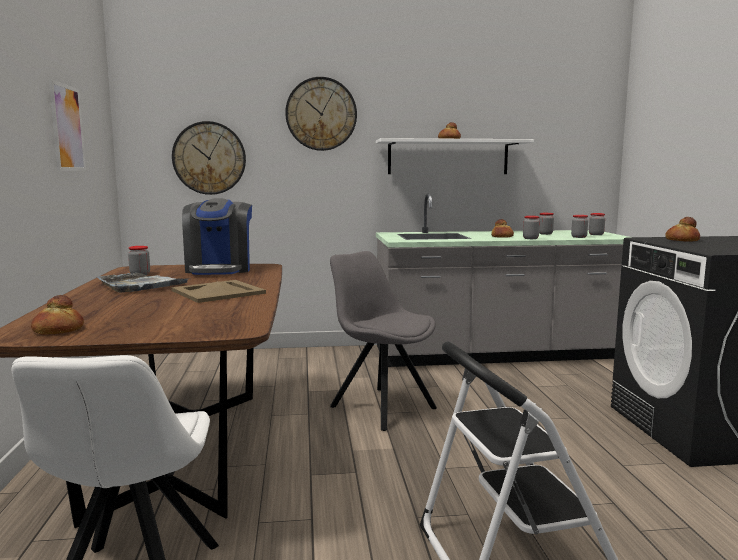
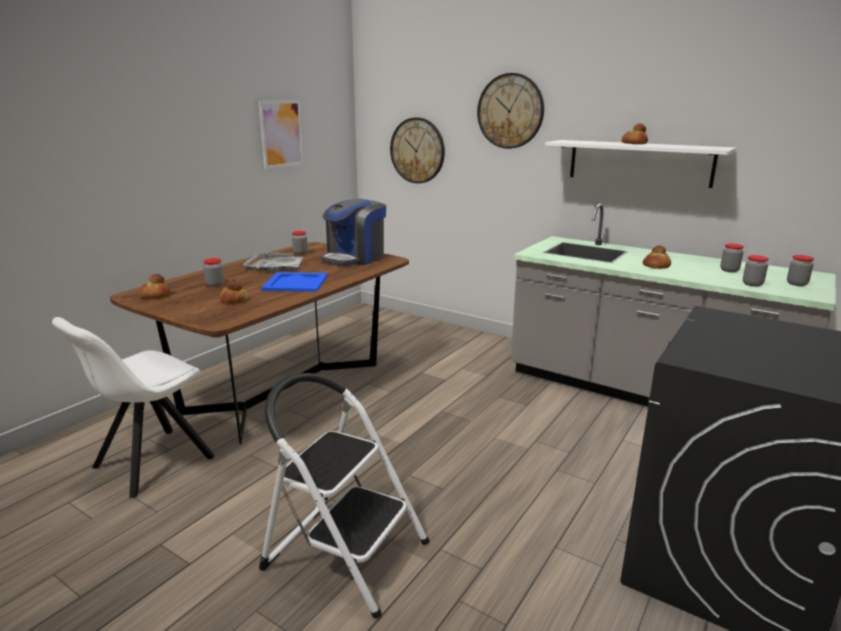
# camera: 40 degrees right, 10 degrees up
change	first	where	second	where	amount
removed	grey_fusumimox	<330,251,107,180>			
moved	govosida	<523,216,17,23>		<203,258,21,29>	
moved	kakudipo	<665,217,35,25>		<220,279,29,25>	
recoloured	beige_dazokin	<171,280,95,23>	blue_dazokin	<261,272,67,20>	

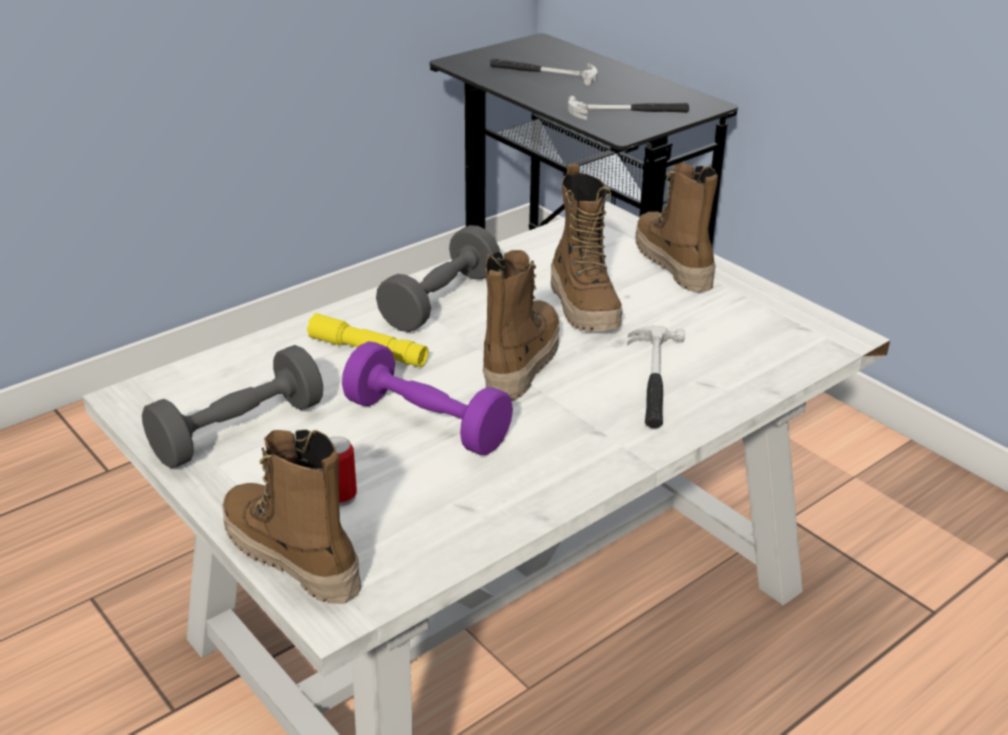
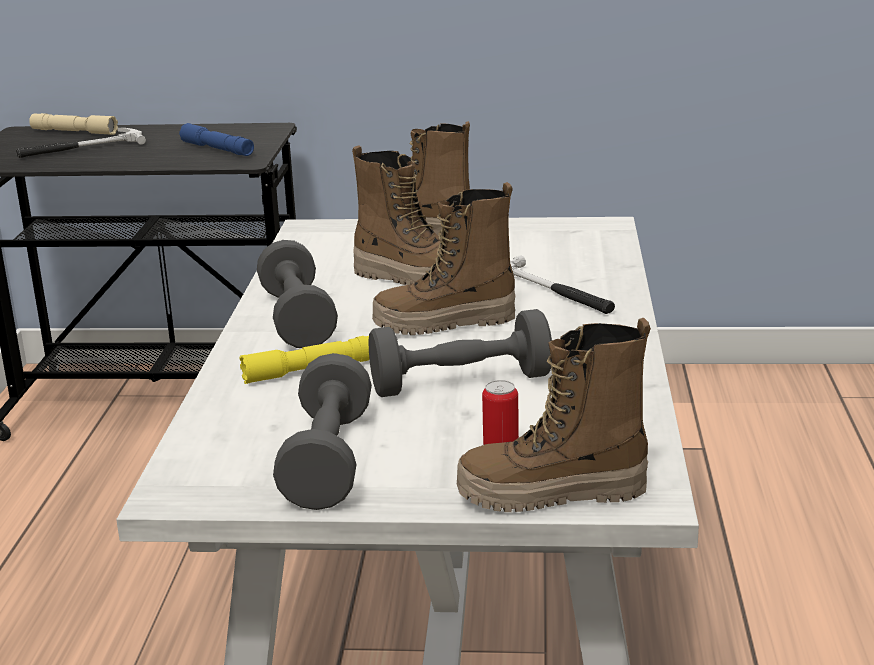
# camera: 45 degrees left, 10 degrees down
change	first	where	second	where	amount
added			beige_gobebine	<29,113,89,22>	
replaced	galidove	<568,96,121,24>	blue_gobebine	<179,123,75,33>	
recoloured	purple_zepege	<342,341,171,114>	grey_zepege	<369,309,183,88>	
turned	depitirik	<483,250,77,151>		<372,182,144,153>	75 degrees counterclockwise

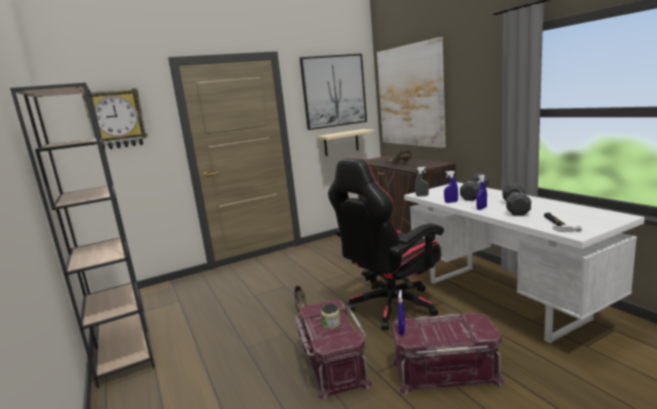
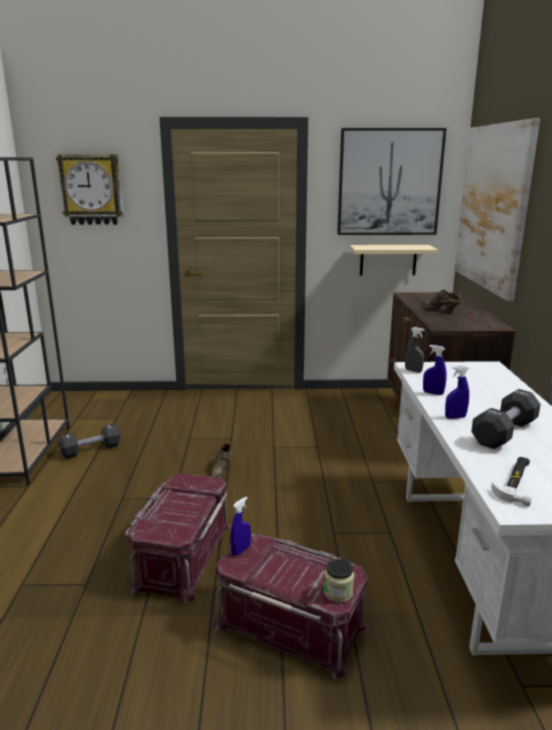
# camera: 25 degrees right, 5 degrees up
change	first	where	second	where	amount
removed	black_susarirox	<328,157,116,173>			
moved	govosida	<321,303,20,26>		<324,558,30,45>	
moved	black_zepege	<460,173,29,28>		<59,424,62,34>	

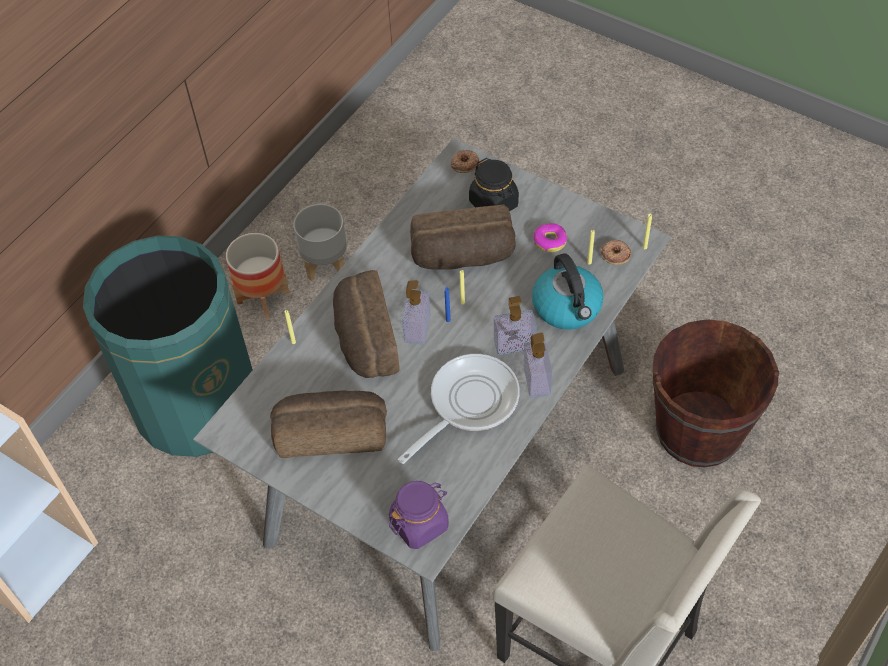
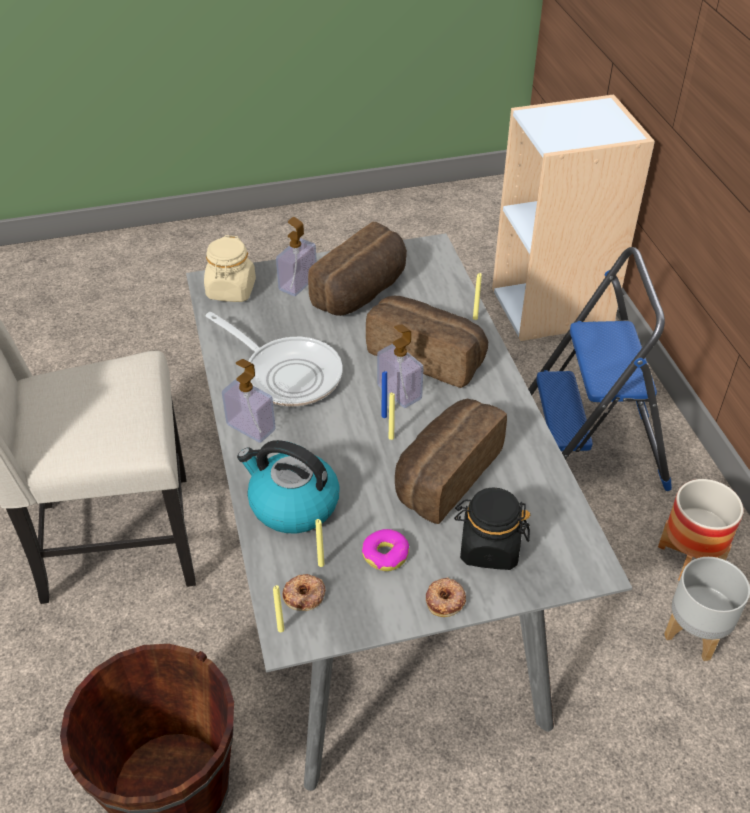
# camera: 130 degrees right, 10 degrees down
change	first	where	second	where	amount
moved	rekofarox	<451,150,28,23>		<426,577,40,40>	
moved	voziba	<494,296,43,59>		<276,217,41,79>	
replaced	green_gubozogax	<83,235,170,222>	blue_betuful	<528,247,144,244>	
recoloured	purple_govosida	<389,481,60,68>	beige_govosida	<204,235,52,67>	
turned	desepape	<398,354,122,110>		<205,312,137,95>	45 degrees counterclockwise

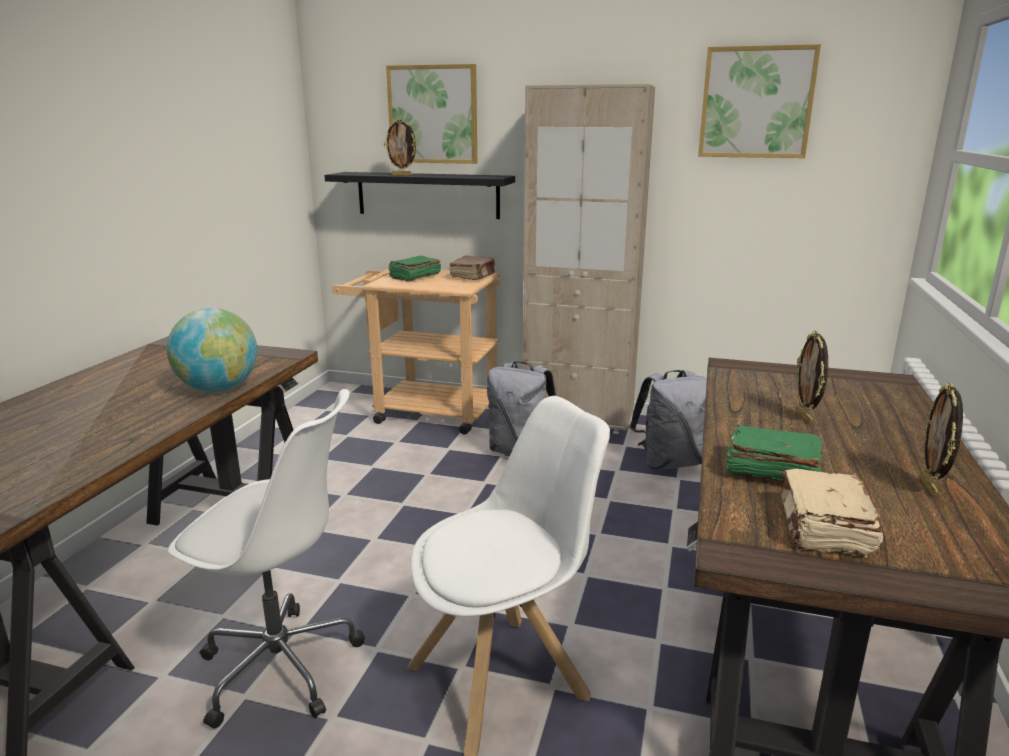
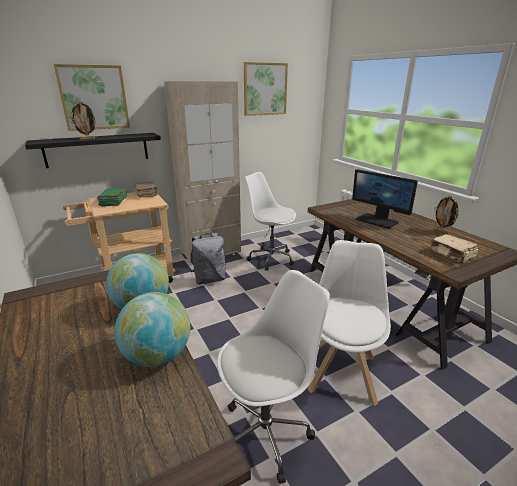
# camera: 45 degrees left, 5 degrees up
change	first	where	second	where	amount
removed	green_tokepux	<724,425,98,57>			
added			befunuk	<114,292,76,75>	
replaced	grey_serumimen	<629,370,78,100>	white_susarirox	<245,172,51,99>	
replaced	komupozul	<796,330,32,94>	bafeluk	<352,169,66,60>	

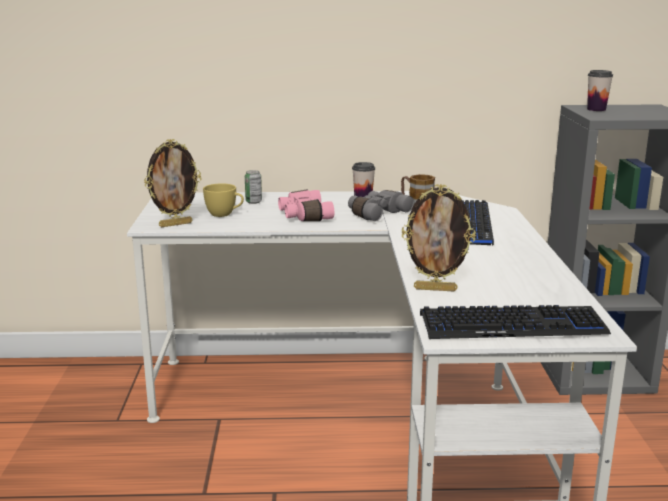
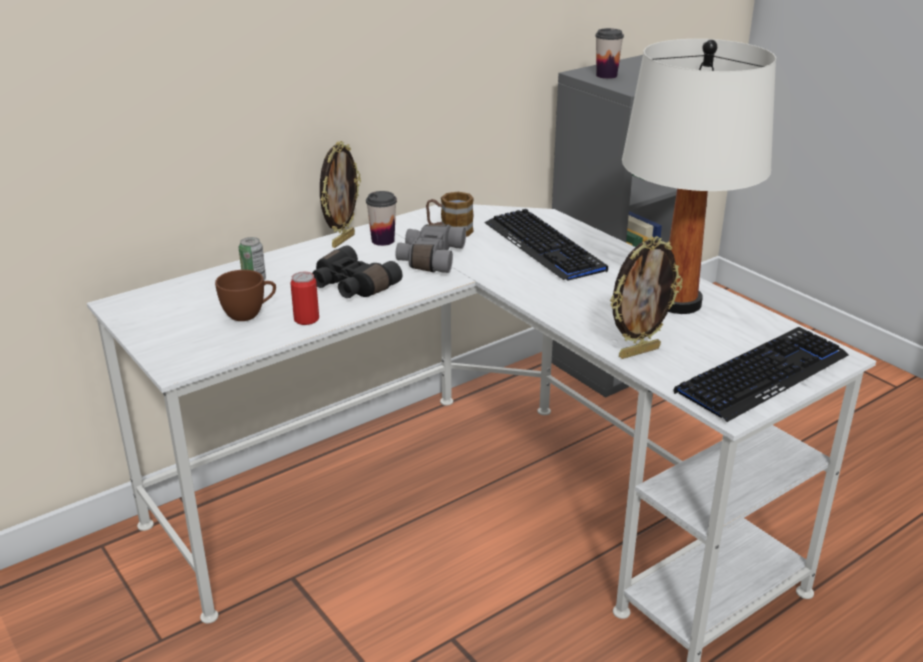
# camera: 35 degrees left, 10 degrees up
change	first	where	second	where	amount
added			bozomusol	<290,272,29,53>	
added			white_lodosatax	<622,39,154,275>	
moved	komupozul	<144,139,57,88>		<320,141,41,107>	
recoloured	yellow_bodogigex	<203,183,41,34>	brown_bodogigex	<215,270,61,51>	
recoloured	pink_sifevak	<278,189,56,32>	black_sifevak	<312,245,90,53>	

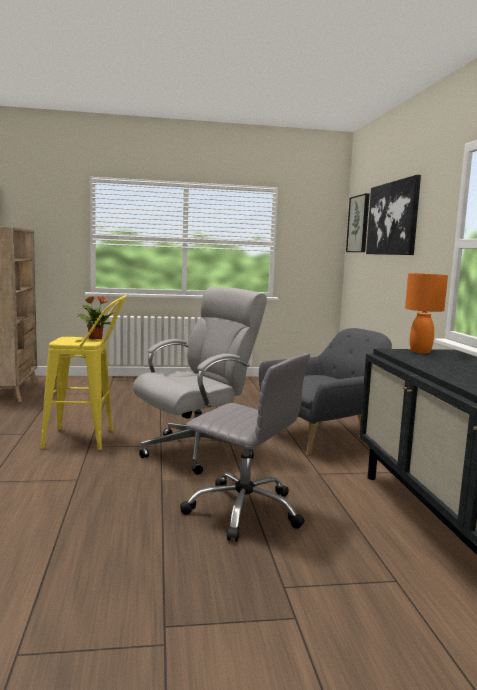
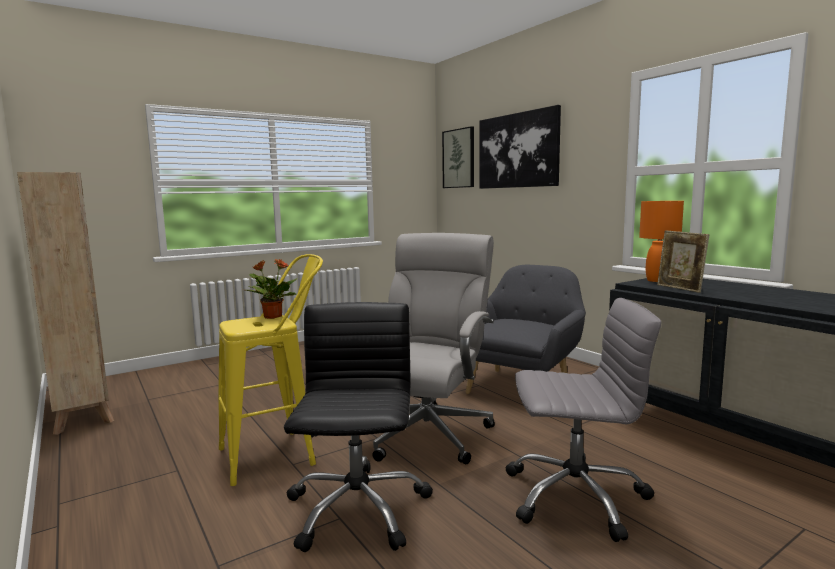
# camera: 25 degrees left, 0 degrees up
change	first	where	second	where	amount
added			black_susarirox	<284,302,149,250>	
added			komupozul	<657,230,52,63>	

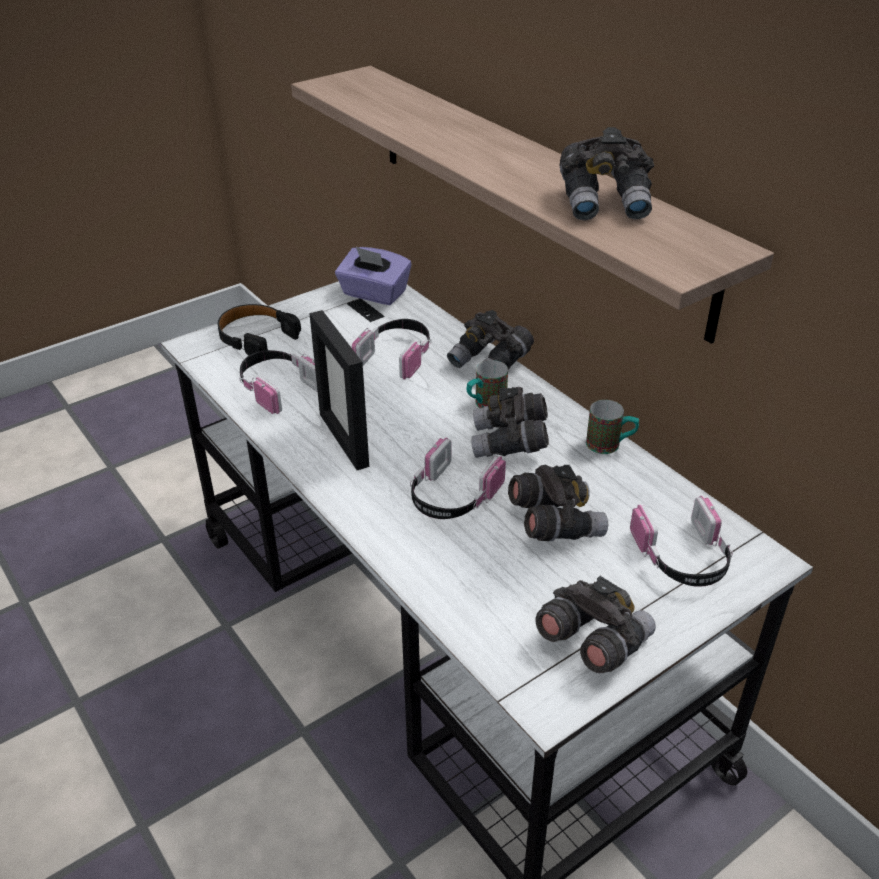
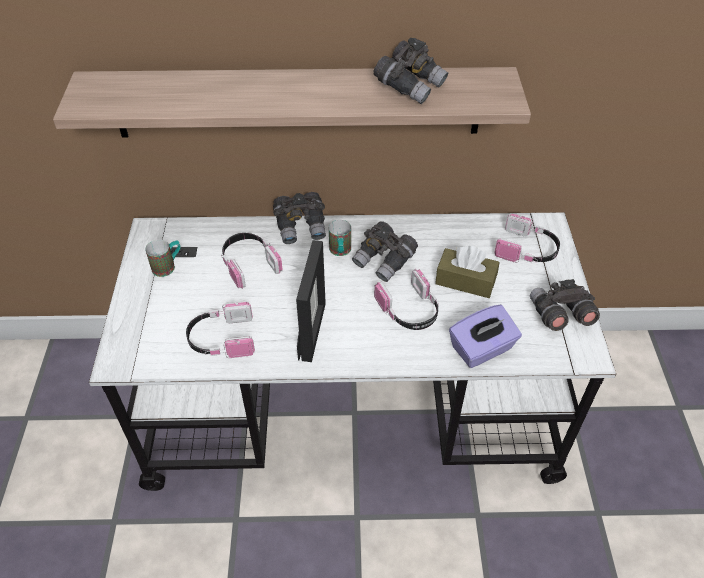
# camera: 55 degrees left, 10 degrees up
change	first	where	second	where	amount
removed	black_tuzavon	<218,304,83,52>			
moved	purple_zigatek	<335,247,76,58>		<449,305,73,63>	
moved	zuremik	<586,400,53,54>		<145,240,36,37>	
replaced	grey_sifevak	<508,465,100,76>	brown_zigatek	<435,246,64,52>	
turned	komupozul	<310,310,59,160>		<296,240,30,122>	90 degrees counterclockwise

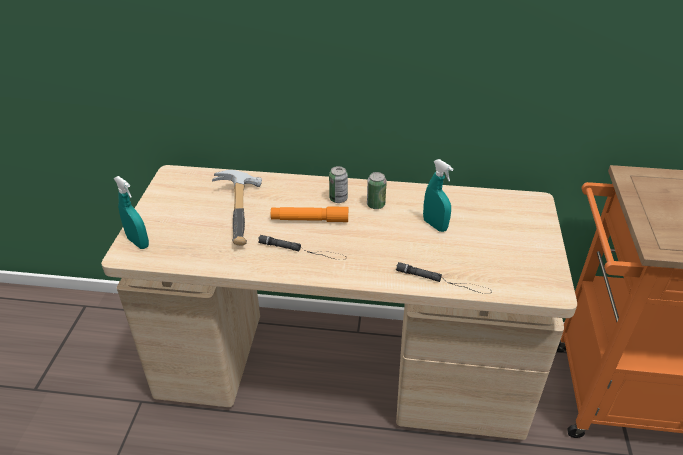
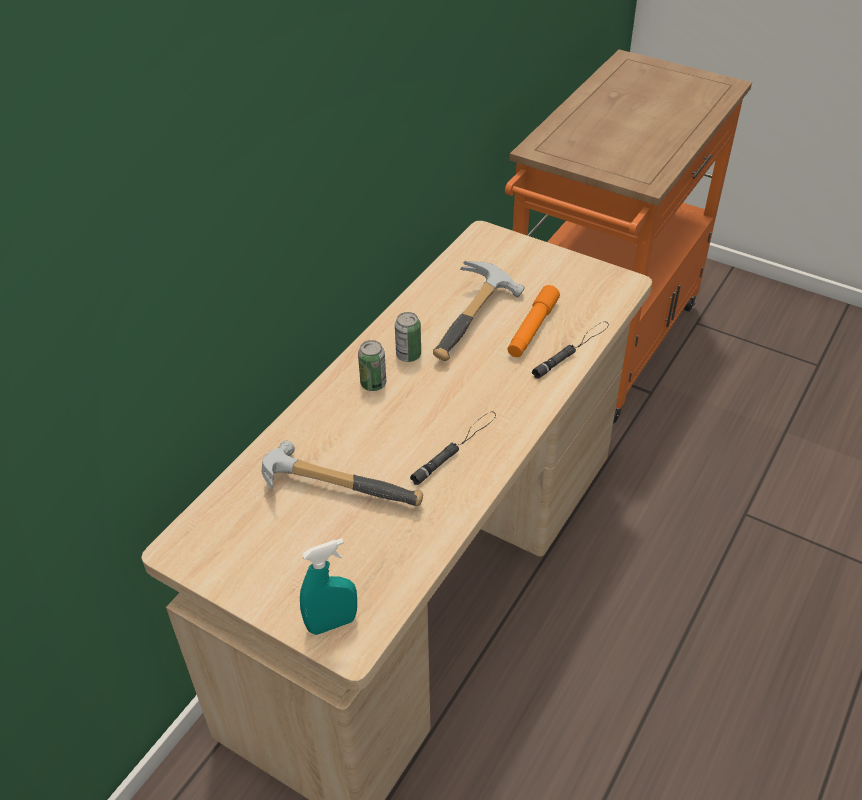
# camera: 65 degrees left, 5 degrees up
change	first	where	second	where	amount
moved	orange_gobebine	<271,206,77,16>		<507,285,53,72>	
replaced	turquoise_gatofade	<423,159,30,73>	galidove	<433,261,92,100>	

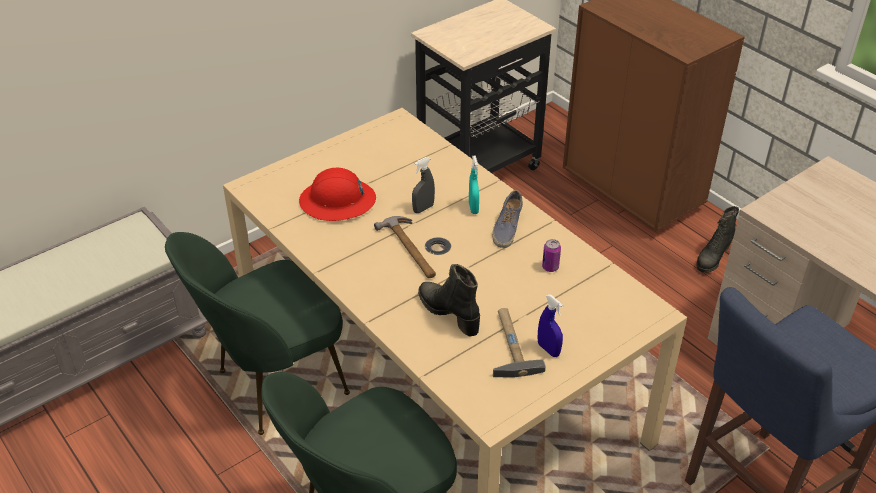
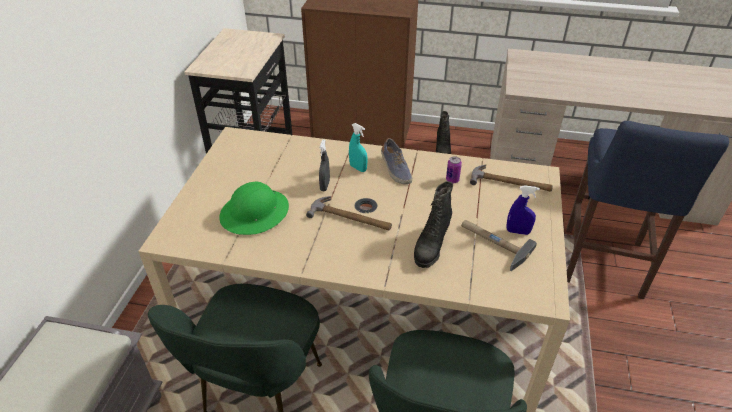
# camera: 40 degrees left, 0 degrees up
change	first	where	second	where	amount
added			galidove	<470,165,83,27>	
recoloured	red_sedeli	<299,168,77,53>	green_sedeli	<219,182,70,53>	
turned	black_depitirik	<418,264,62,73>		<414,181,39,87>	75 degrees counterclockwise

